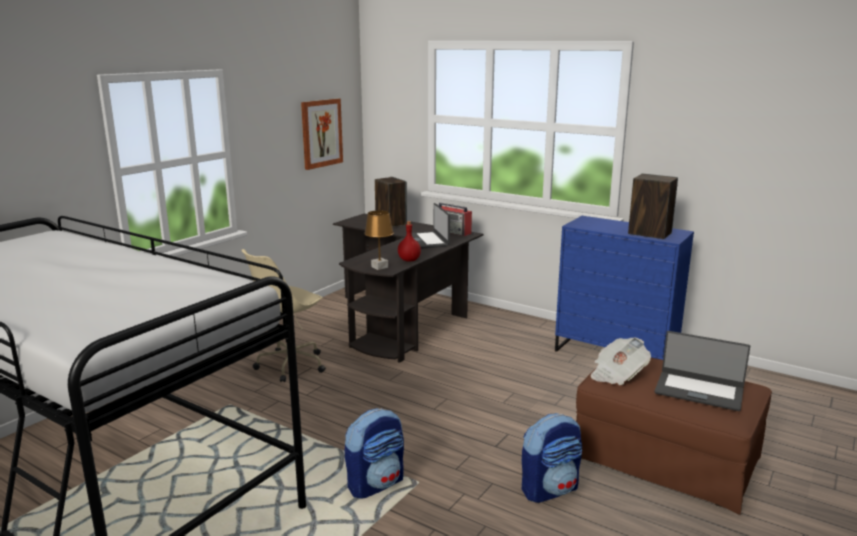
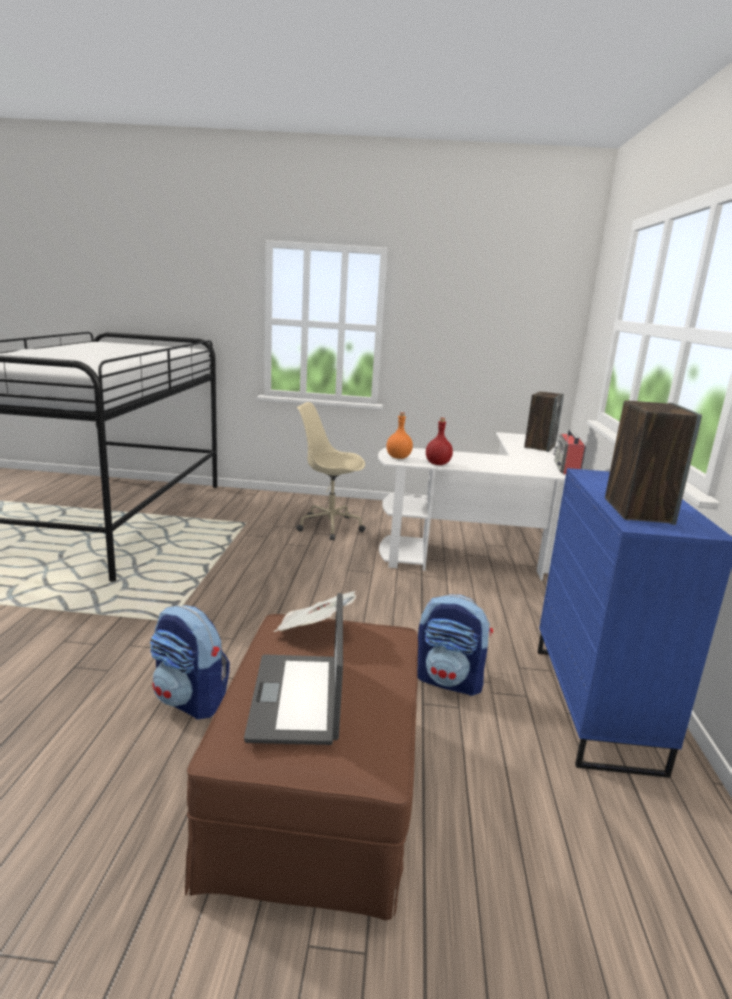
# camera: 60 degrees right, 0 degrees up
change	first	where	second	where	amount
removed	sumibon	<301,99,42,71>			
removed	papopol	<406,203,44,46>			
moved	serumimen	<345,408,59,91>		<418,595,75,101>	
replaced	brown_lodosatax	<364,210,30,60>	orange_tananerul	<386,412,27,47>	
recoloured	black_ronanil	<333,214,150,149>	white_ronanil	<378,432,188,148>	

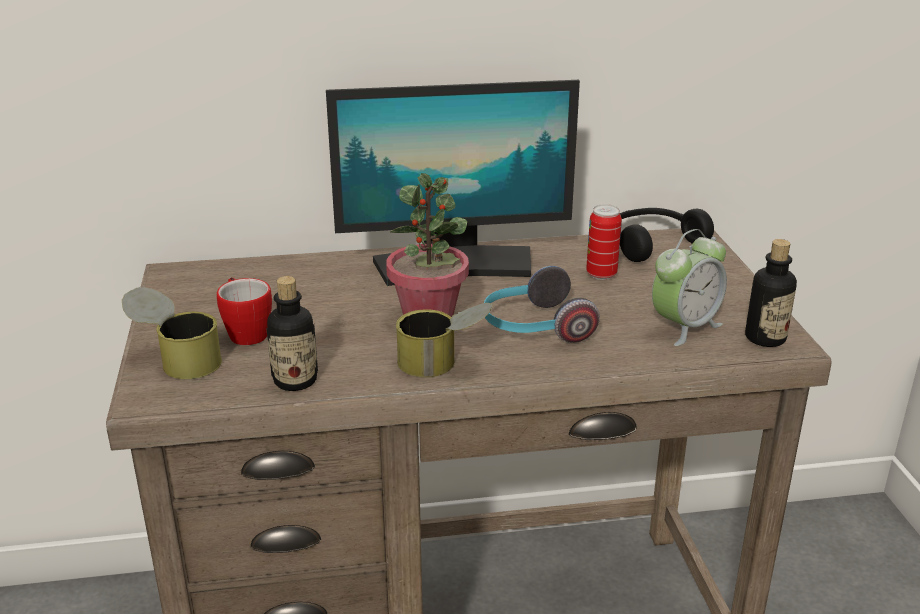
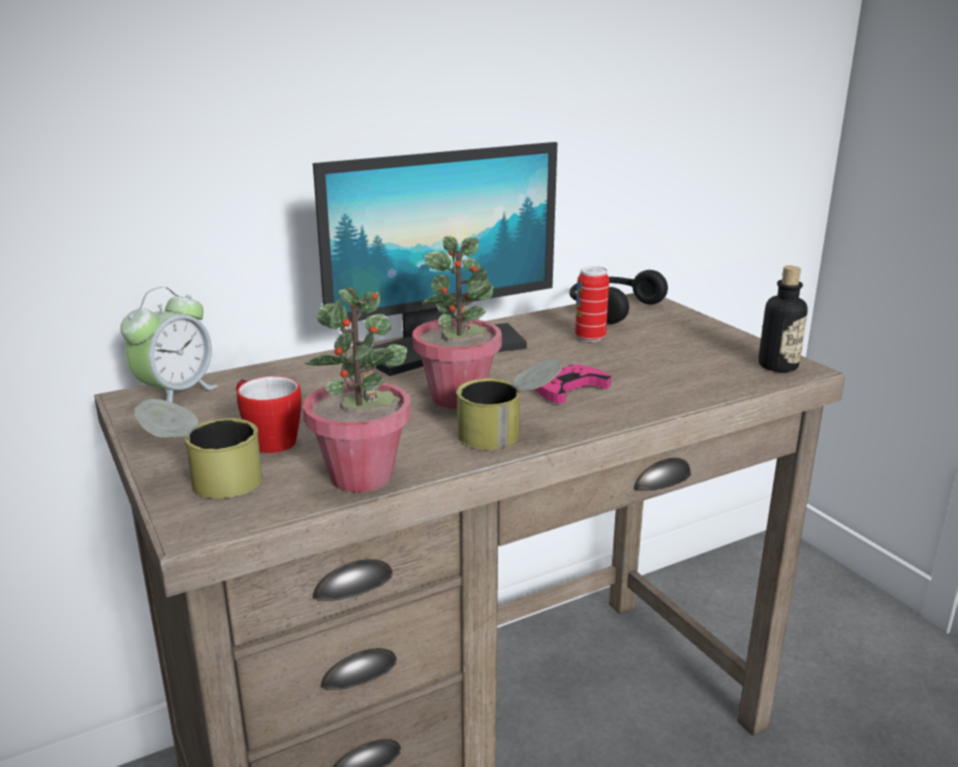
# camera: 20 degrees left, 5 degrees down
change	first	where	second	where	amount
moved	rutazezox	<652,229,75,117>		<120,287,98,116>	
replaced	tananerul	<266,276,52,115>	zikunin	<303,287,108,205>	
replaced	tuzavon	<484,266,116,77>	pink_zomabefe	<535,364,76,39>	

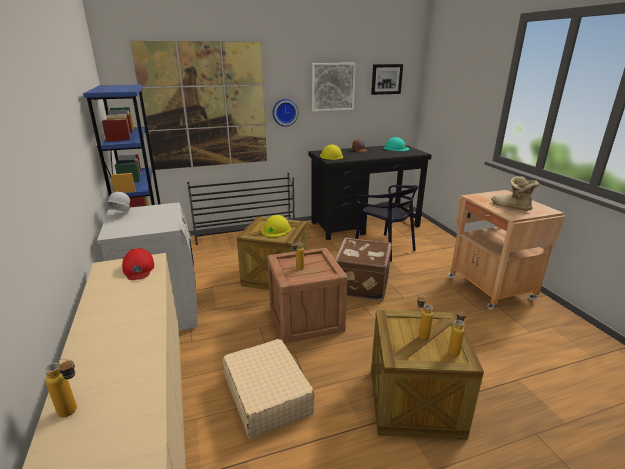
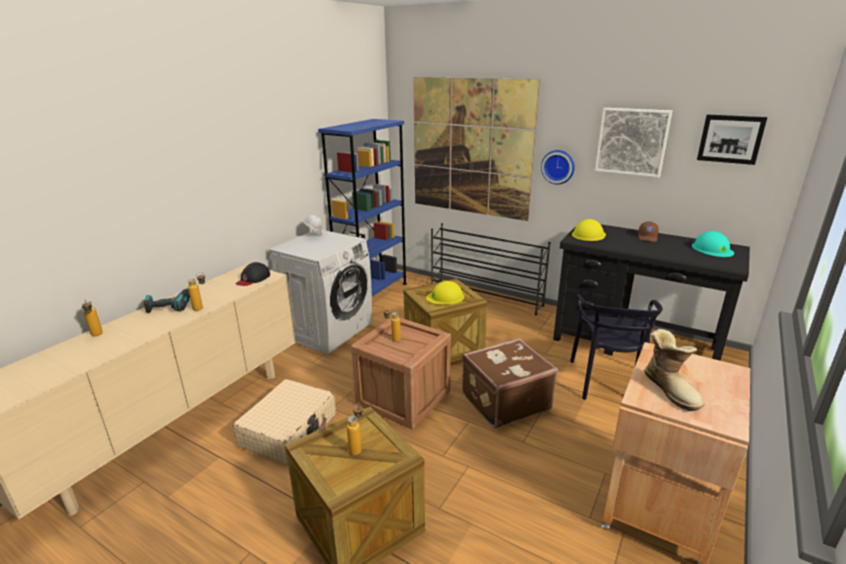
# camera: 50 degrees right, 0 degrees up
change	first	where	second	where	amount
added			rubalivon	<144,289,46,24>	
moved	tananerul	<448,309,18,48>		<188,272,17,39>	
recoloured	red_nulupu	<122,248,32,32>	black_nulupu	<236,262,34,24>	
turned	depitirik	<491,176,49,35>		<644,329,60,82>	150 degrees clockwise

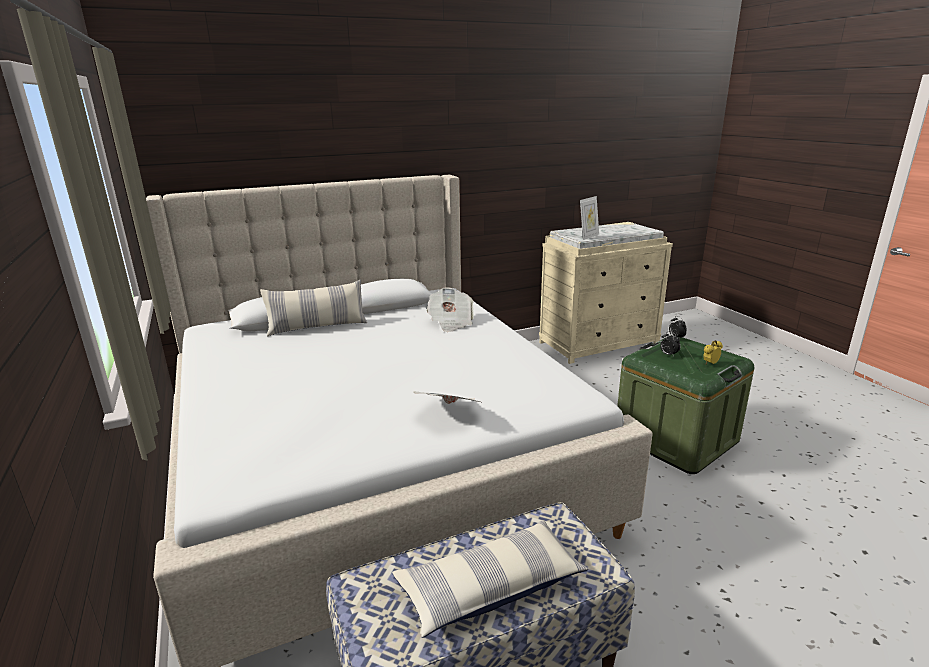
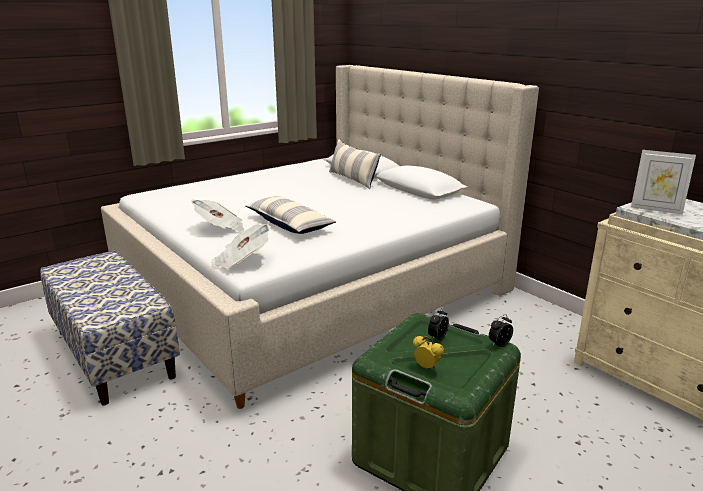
# camera: 75 degrees right, 0 degrees up
change	first	where	second	where	amount
moved	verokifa	<392,520,197,118>		<245,196,91,38>	
moved	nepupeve	<426,287,48,45>		<211,224,60,46>	

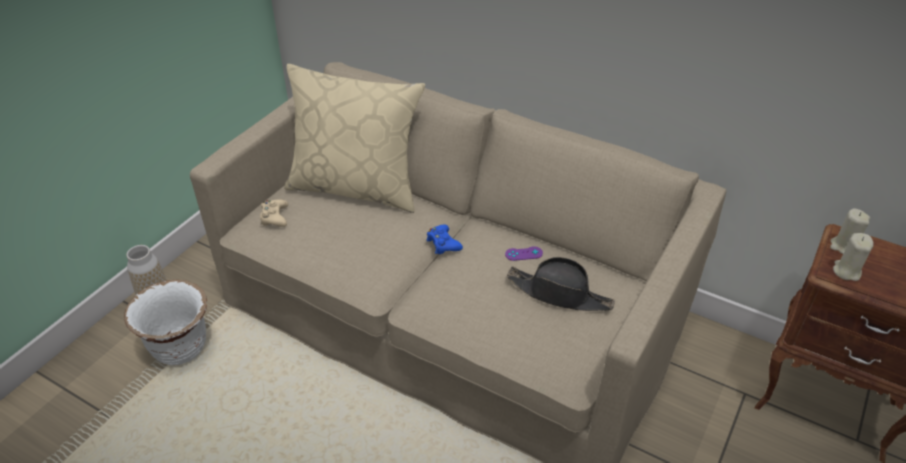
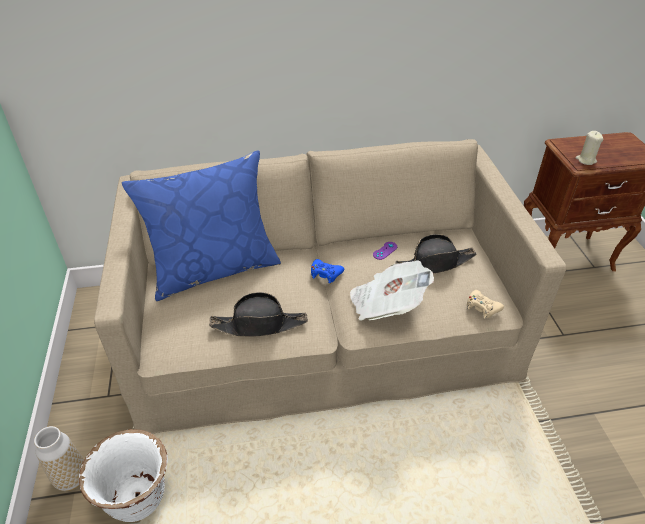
# camera: 40 degrees left, 0 degrees up
change	first	where	second	where	amount
removed	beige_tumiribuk	<830,208,40,46>			
added			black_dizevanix	<209,292,99,45>	
added			nepupeve	<350,260,84,61>	
moved	beige_zomabefe	<260,199,28,28>		<467,290,37,29>	
recoloured	beige_verokifa	<284,64,141,149>	blue_verokifa	<122,150,159,151>	

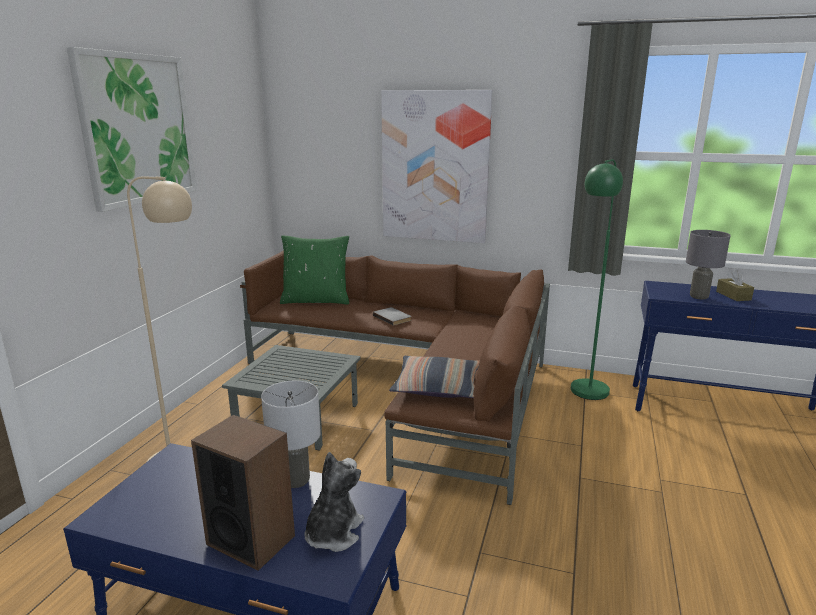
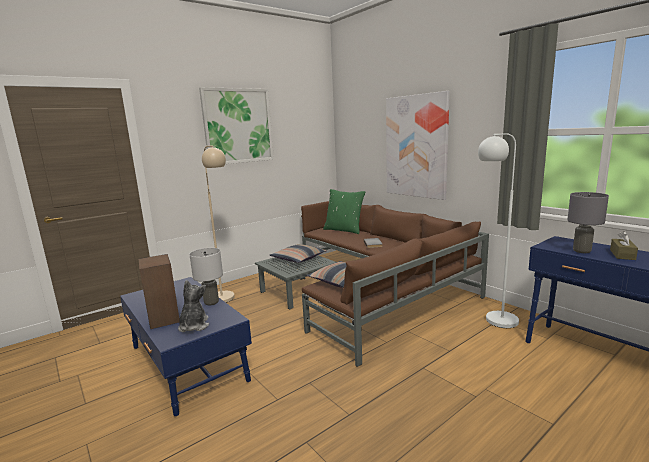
# camera: 35 degrees right, 5 degrees down
change	first	where	second	where	amount
added			verokifa	<270,244,57,19>	
recoloured	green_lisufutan	<571,159,52,241>	white_lisufutan	<478,133,41,195>	
turned	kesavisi	<305,452,59,100>		<178,280,31,52>	60 degrees counterclockwise

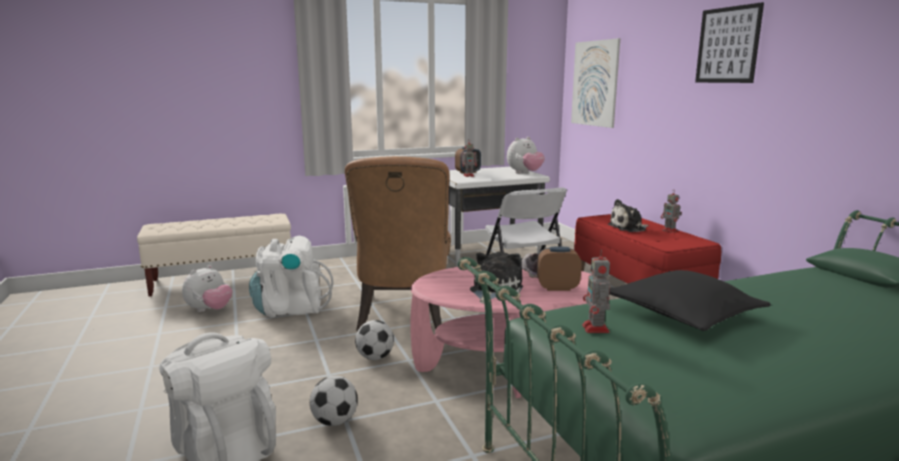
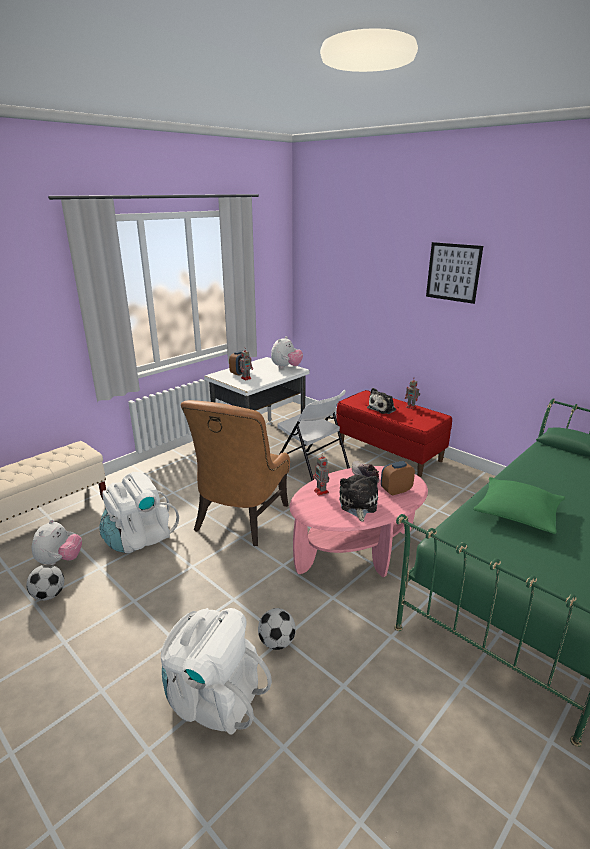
# camera: 25 degrees left, 10 degrees up
change	first	where	second	where	amount
removed	sumibon	<571,38,49,90>			
moved	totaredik	<355,320,39,40>		<26,564,38,37>	
moved	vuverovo	<582,249,28,84>		<313,453,16,43>	
recoloured	black_verokifa	<609,270,162,61>	green_verokifa	<473,477,92,57>	
turned	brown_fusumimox	<345,156,106,175>		<181,400,109,146>	45 degrees clockwise

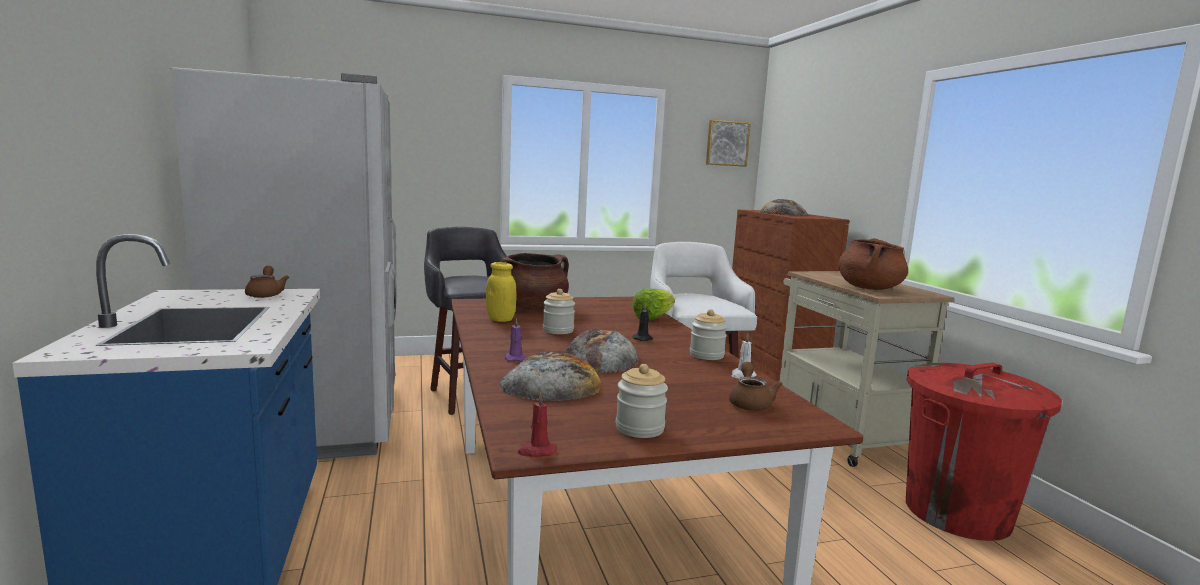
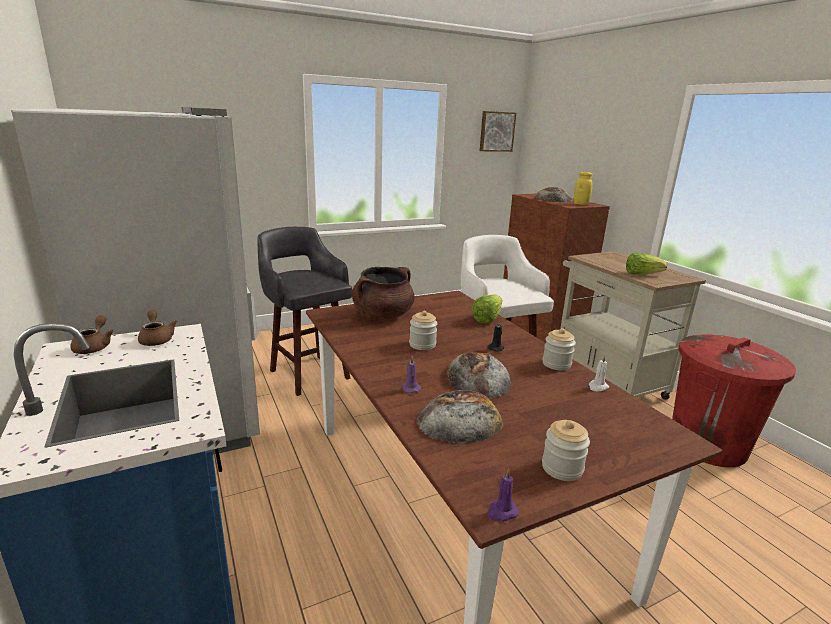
# camera: 10 degrees left, 10 degrees up
change	first	where	second	where	amount
moved	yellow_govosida	<486,262,30,60>		<574,172,19,33>	
moved	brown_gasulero	<729,362,54,49>		<70,315,44,39>	
replaced	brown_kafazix	<839,238,69,52>	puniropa	<626,252,41,23>	
recoloured	red_tumiribuk	<518,391,39,66>	purple_tumiribuk	<487,469,32,52>	

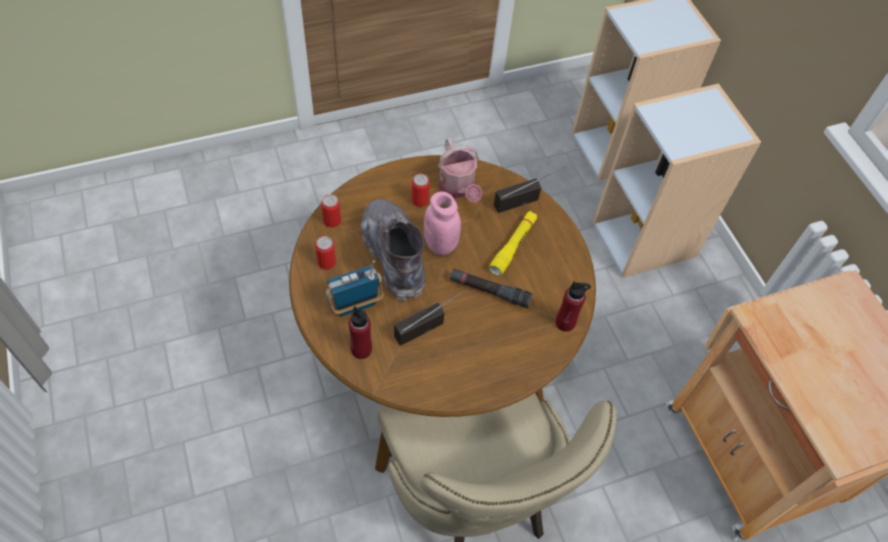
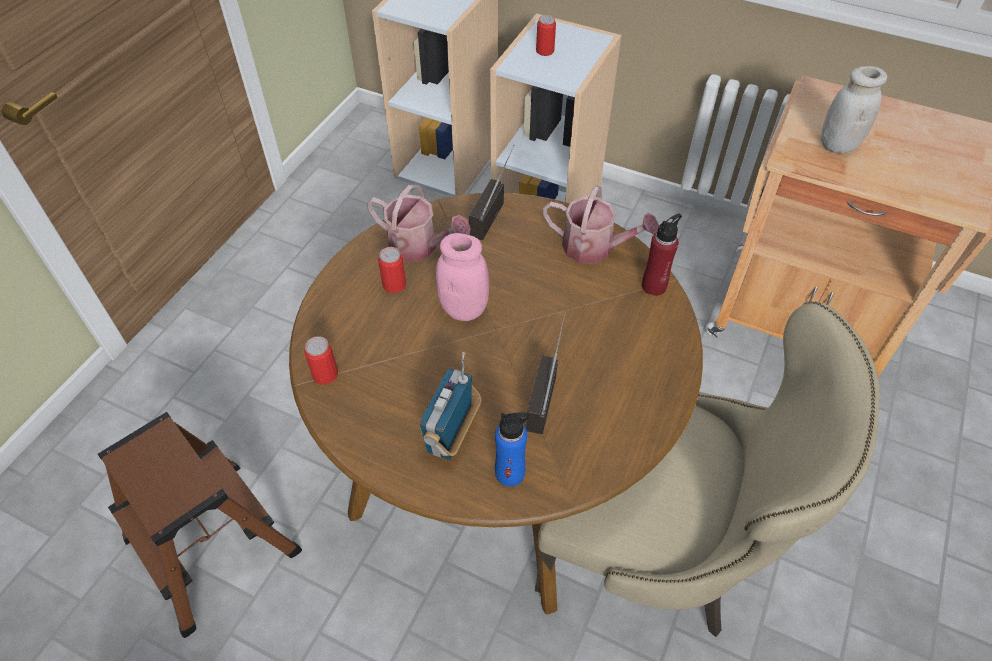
# camera: 40 degrees left, 5 degrees down
change	first	where	second	where	amount
removed	grey_depitirik	<361,199,64,102>			
removed	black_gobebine	<450,269,83,39>			
removed	yellow_gobebine	<489,211,48,65>			
added			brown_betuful	<98,412,204,226>	
added			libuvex	<543,186,116,78>	
added			white_govosida	<821,66,66,87>	
moved	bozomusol	<315,236,21,34>		<536,15,20,41>	
recoloured	red_tananerul	<349,306,23,53>	blue_tananerul	<495,412,35,75>	

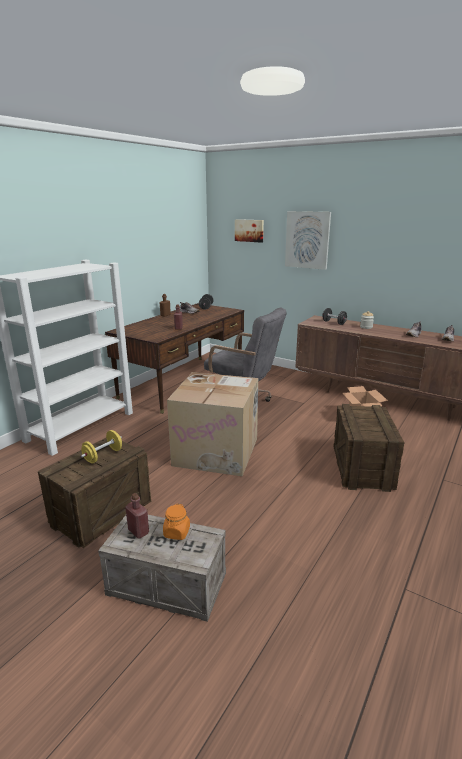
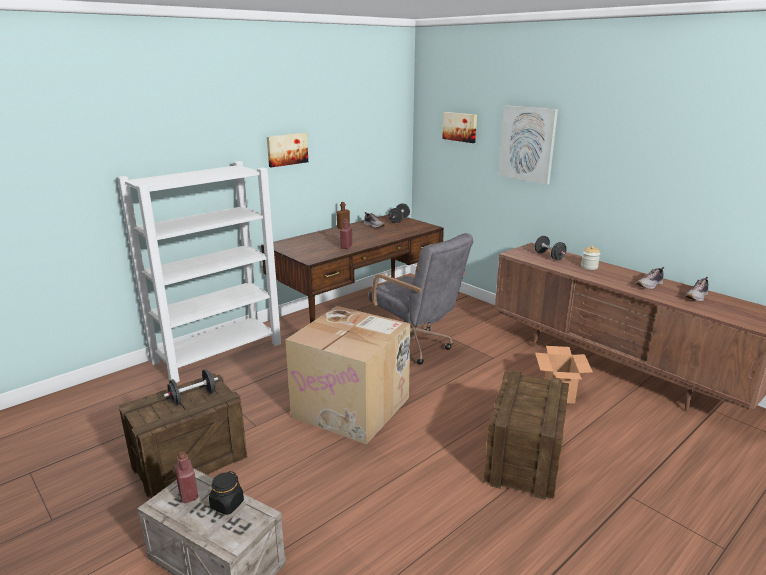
# camera: 15 degrees right, 0 degrees up
change	first	where	second	where	amount
added			sumibon	<267,133,41,34>	
recoloured	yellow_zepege	<81,430,41,34>	black_zepege	<164,369,54,36>	
recoloured	orange_govosida	<163,504,27,36>	black_govosida	<209,471,35,44>	

